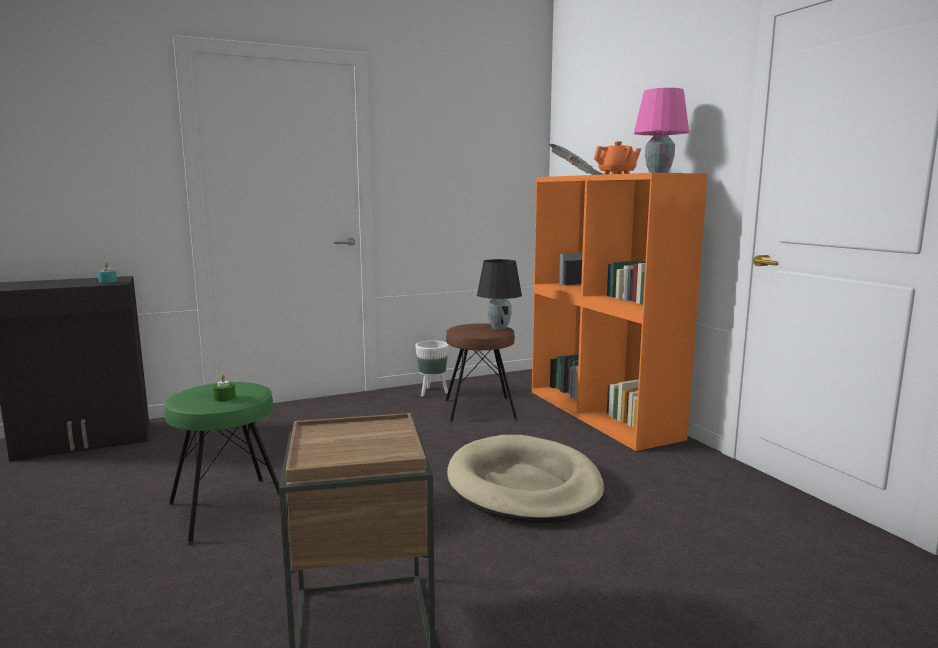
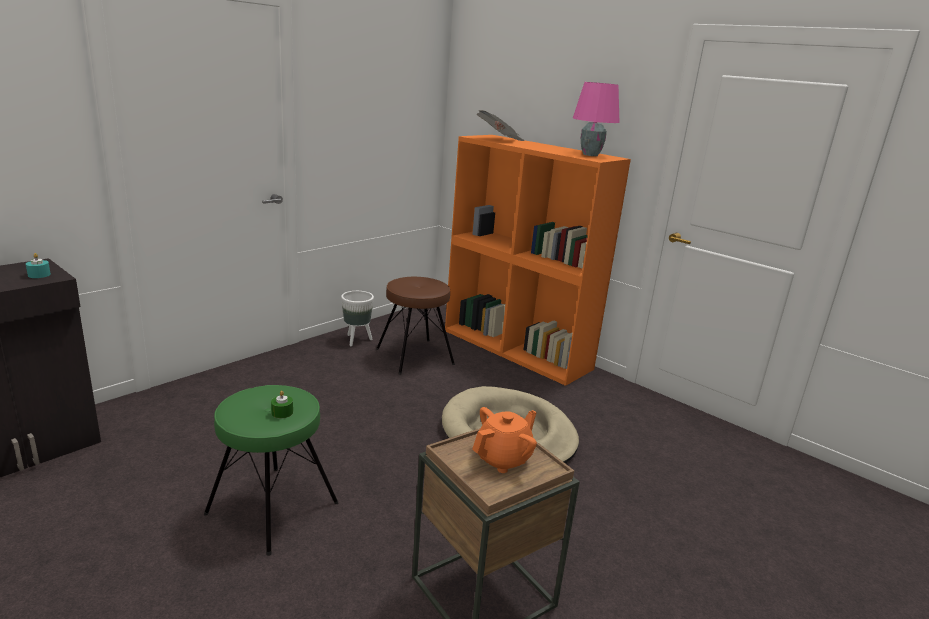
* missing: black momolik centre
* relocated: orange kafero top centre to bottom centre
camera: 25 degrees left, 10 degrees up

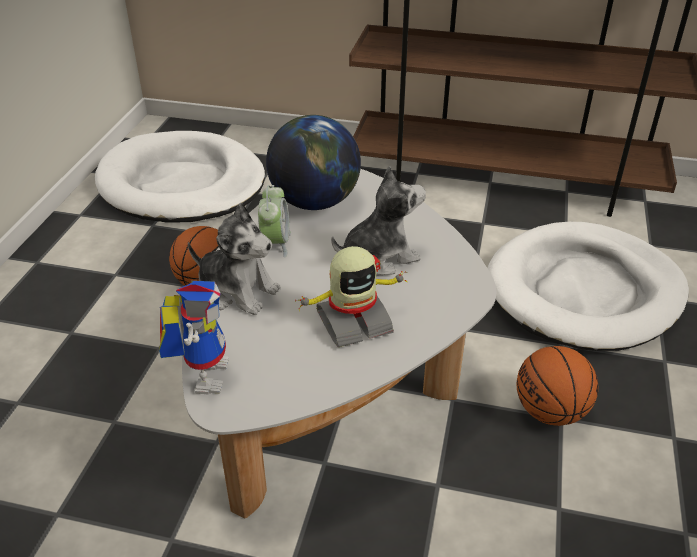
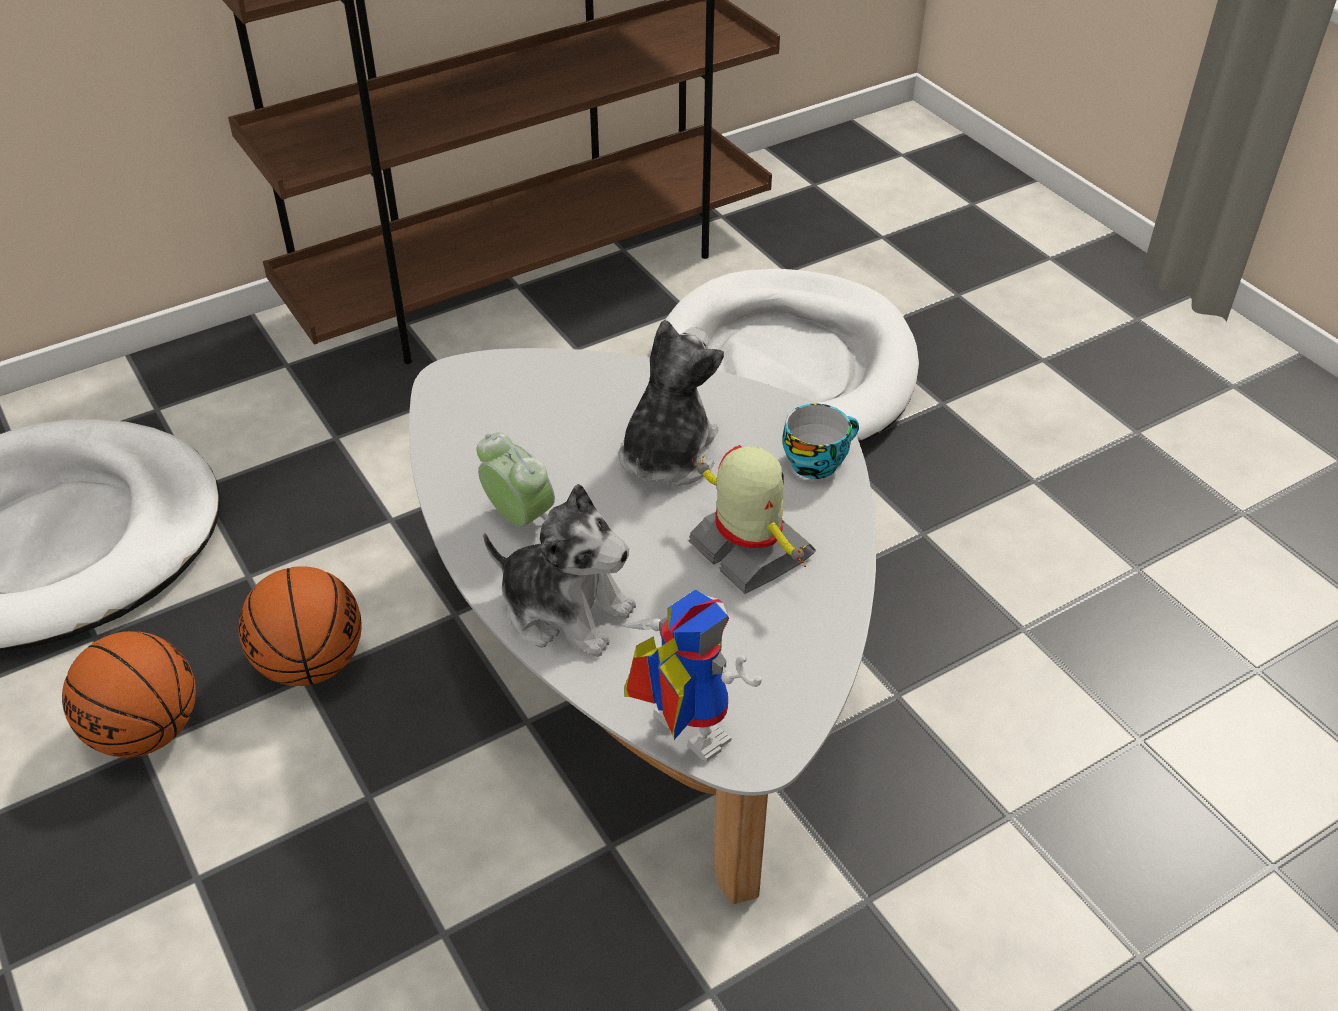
* missing: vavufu top centre
* appeared: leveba centre
* relocated: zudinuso (no. 2 from left in the first image) bottom right to zudinuso (no. 1 from left) bottom left
* spun: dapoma (no. 1 from left) centre = centre 45 degrees clockwise
* spun: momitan (no. 2 from left) centre = centre 60 degrees counterclockwise
camera: 45 degrees left, 5 degrees up

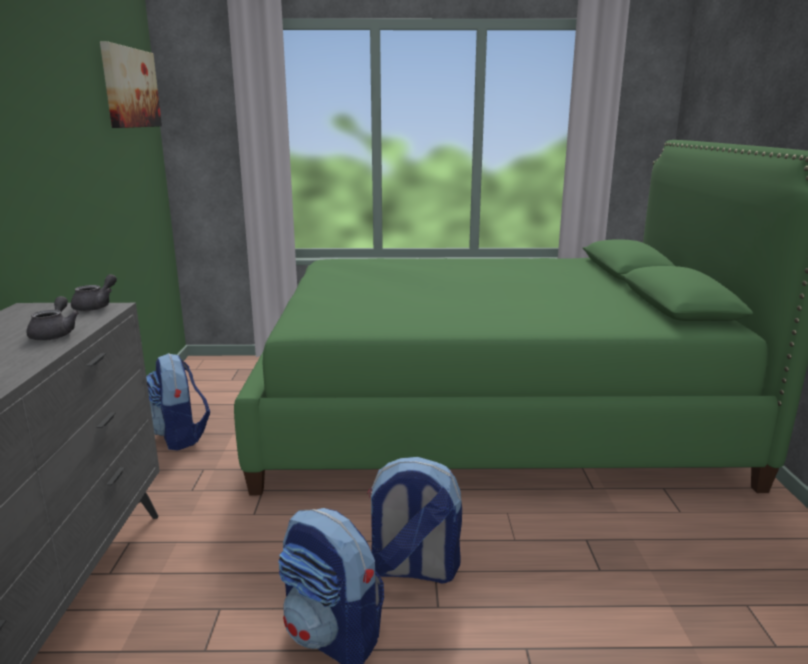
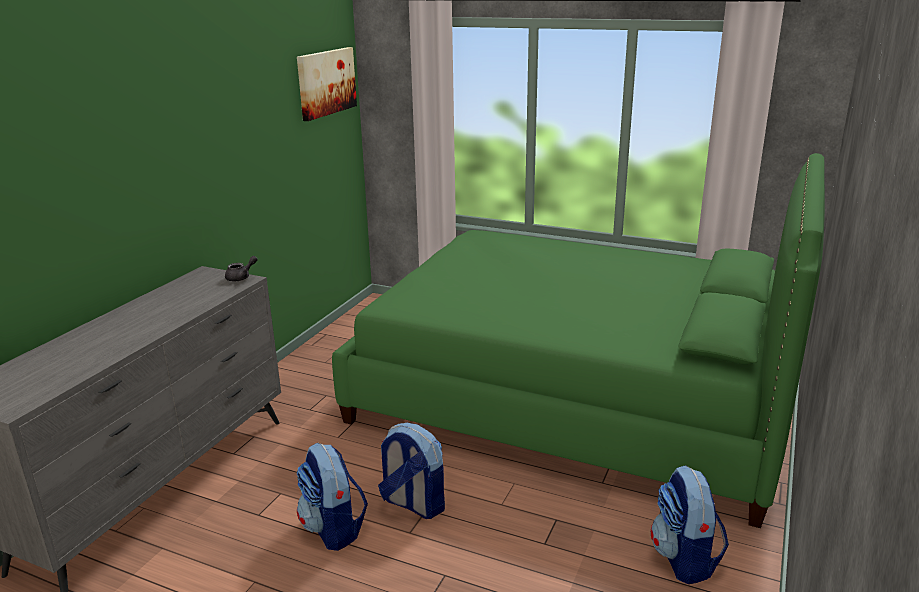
* missing: grey kafero (no. 1 from left) middle left
* relocated: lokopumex (no. 1 from left in the first image) middle left to lokopumex (no. 3 from left) bottom right
camera: 25 degrees right, 5 degrees up

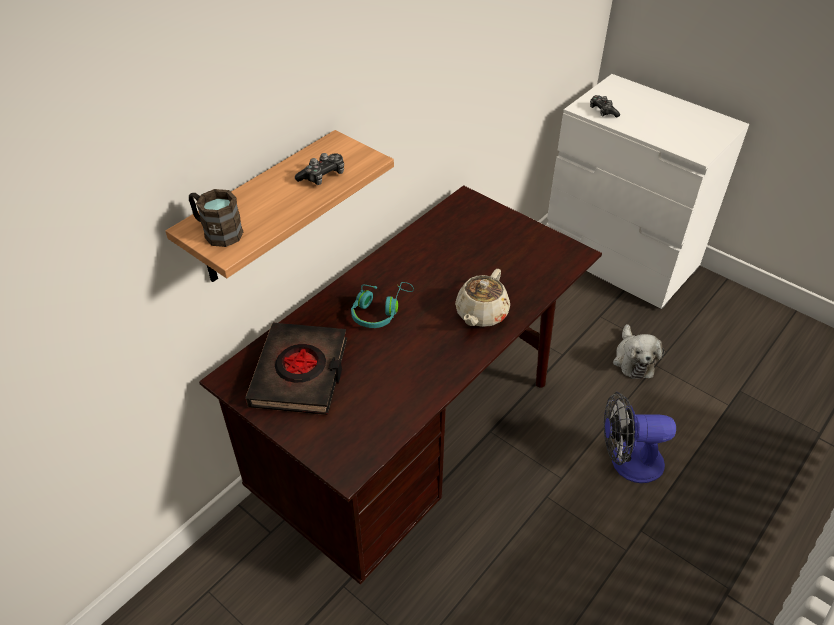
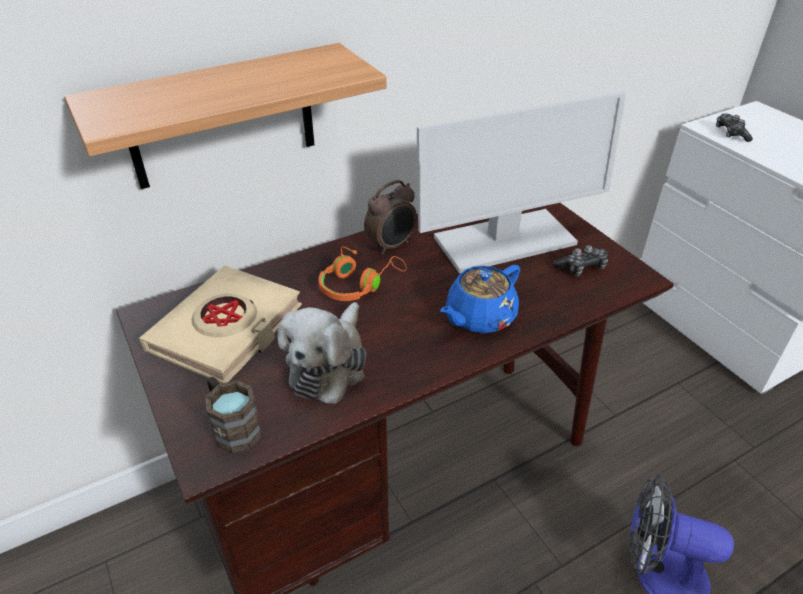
* appeared: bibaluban centre
* appeared: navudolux top centre
* relocated: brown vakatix middle left to bottom left
* relocated: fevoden (no. 1 from left) top centre to middle right
* relocated: dapoma middle right to centre
* colour: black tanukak centre to beige tanukak middle left
* colour: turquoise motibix centre to orange motibix centre
* colour: beige kafero centre to blue kafero centre
camera: 20 degrees right, 5 degrees down

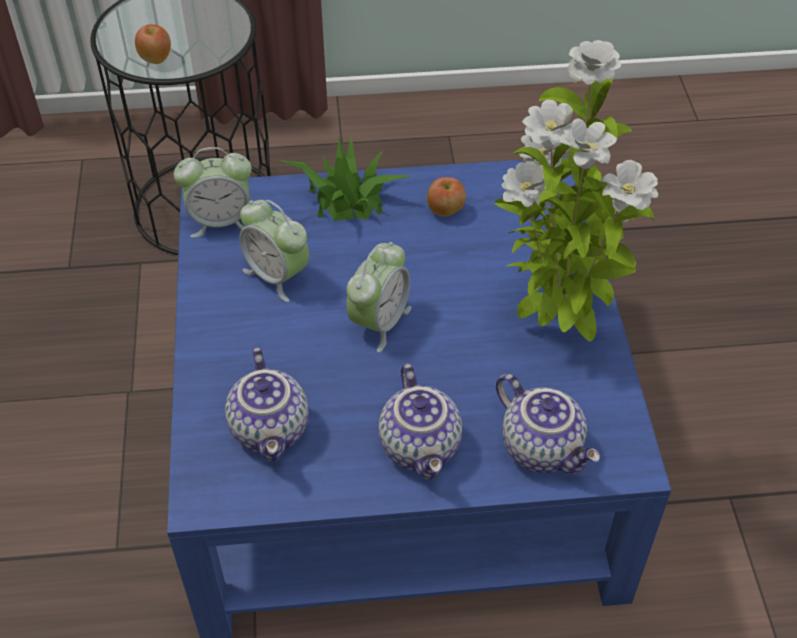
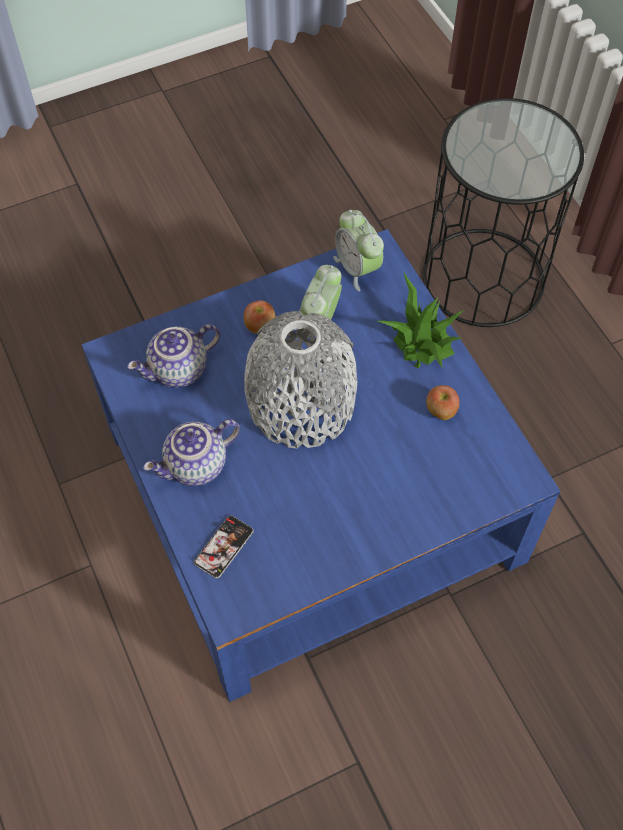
* missing: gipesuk (no. 2 from left) top right
* relocated: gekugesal (no. 1 from left) top left to centre
* exchanged: bibaluban (no. 3 from left) centre to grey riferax centre
* exchanged: kafero (no. 3 from left) middle right to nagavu centre
camera: 70 degrees right, 10 degrees up

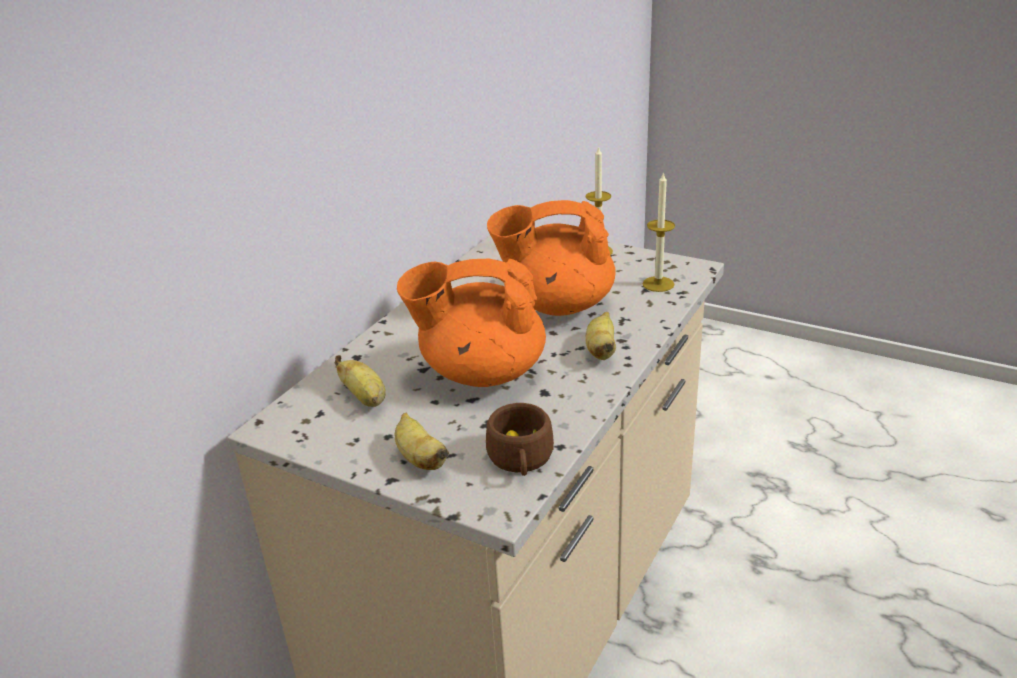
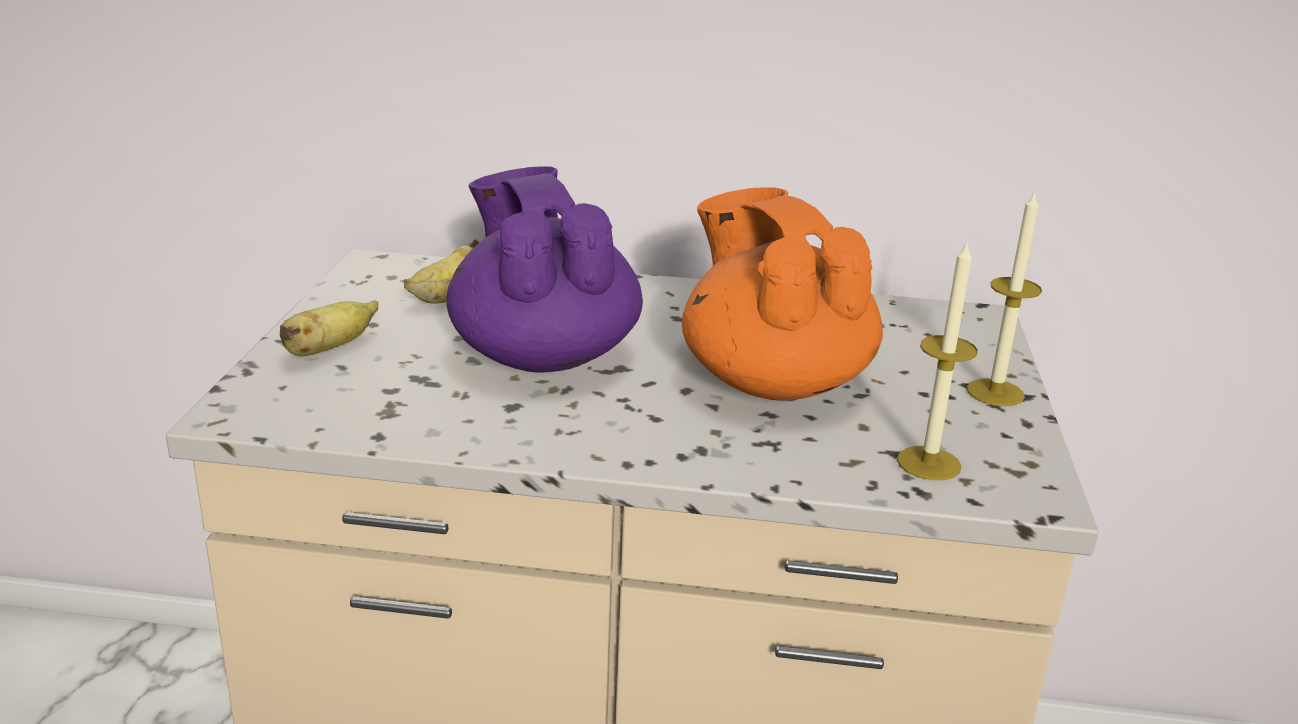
* missing: brown leveba centre
* missing: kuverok (no. 3 from left) centre
* colour: orange kafero (no. 1 from left) centre to purple kafero centre
camera: 65 degrees right, 5 degrees down

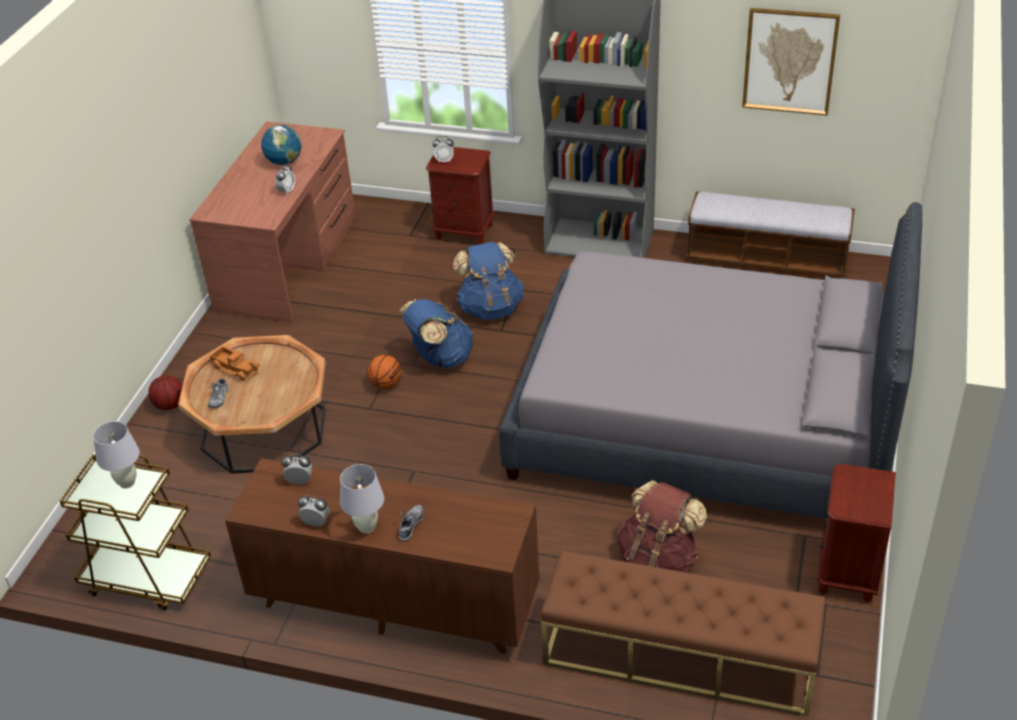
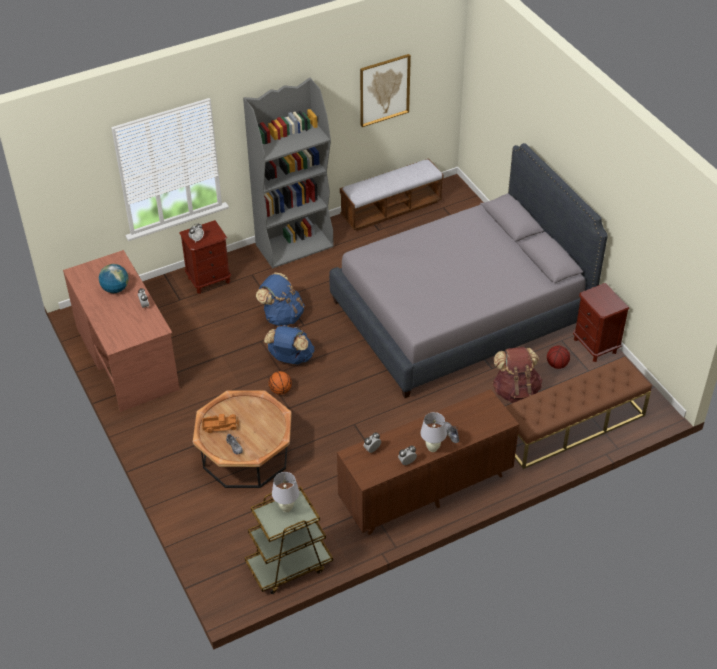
* relocated: zudinuso (no. 1 from left in the first image) middle left to zudinuso (no. 2 from left) middle right
camera: 45 degrees left, 5 degrees up

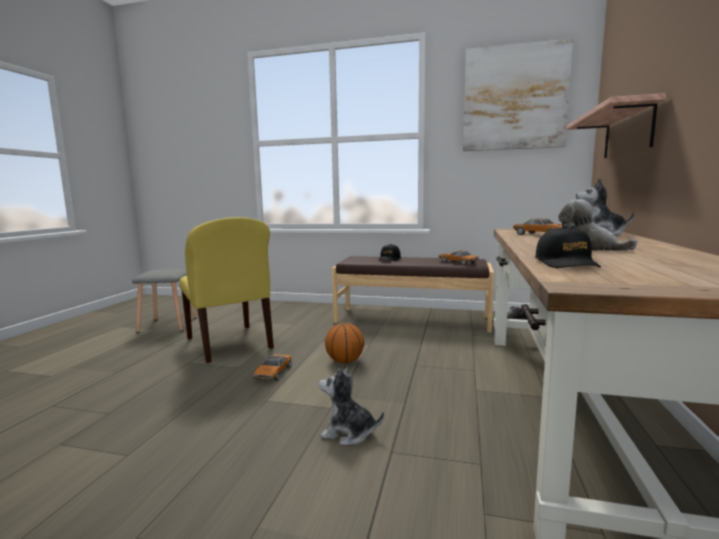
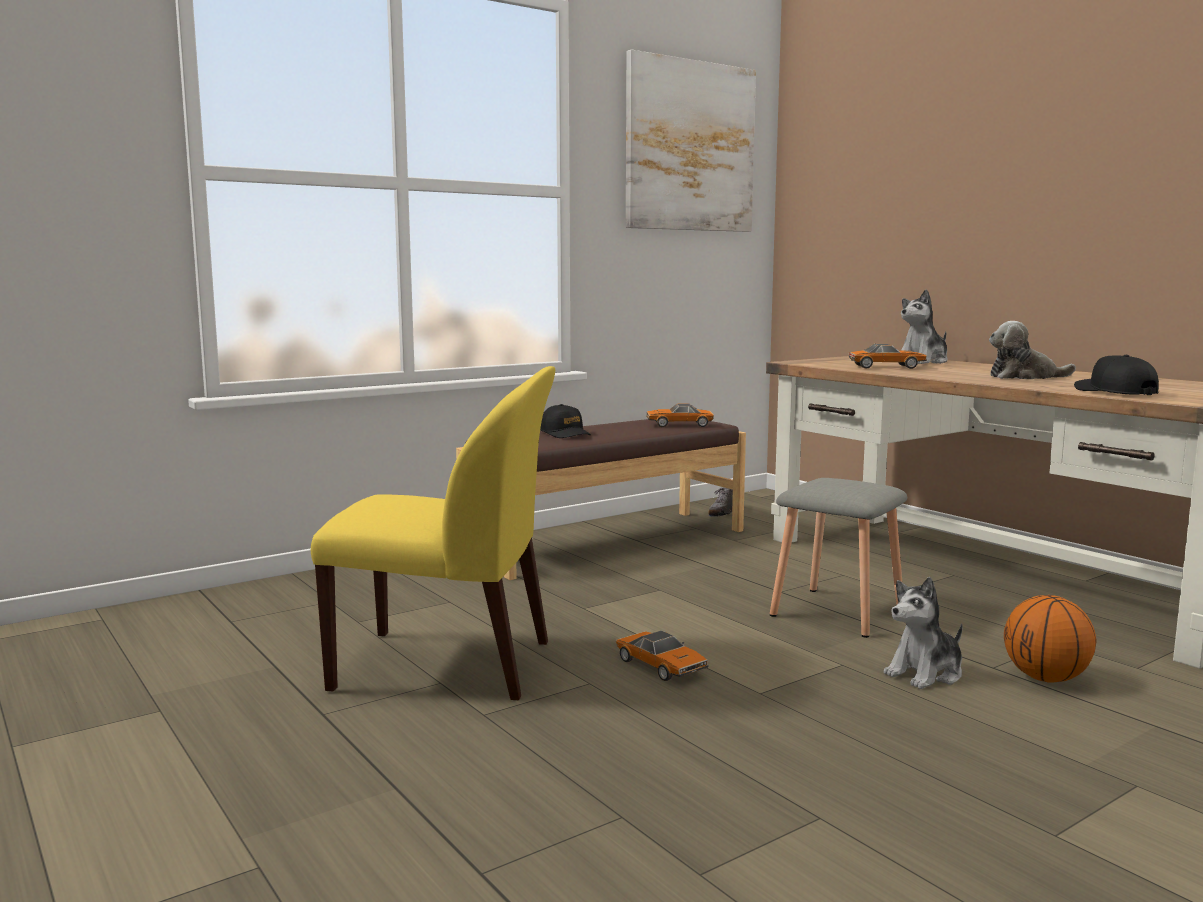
* missing: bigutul top right
* relocated: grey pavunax middle left to middle right
* relocated: zudinuso centre to bottom right
* spun: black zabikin (no. 2 from left) middle right = middle right 150 degrees counterclockwise
camera: 50 degrees left, 0 degrees up

